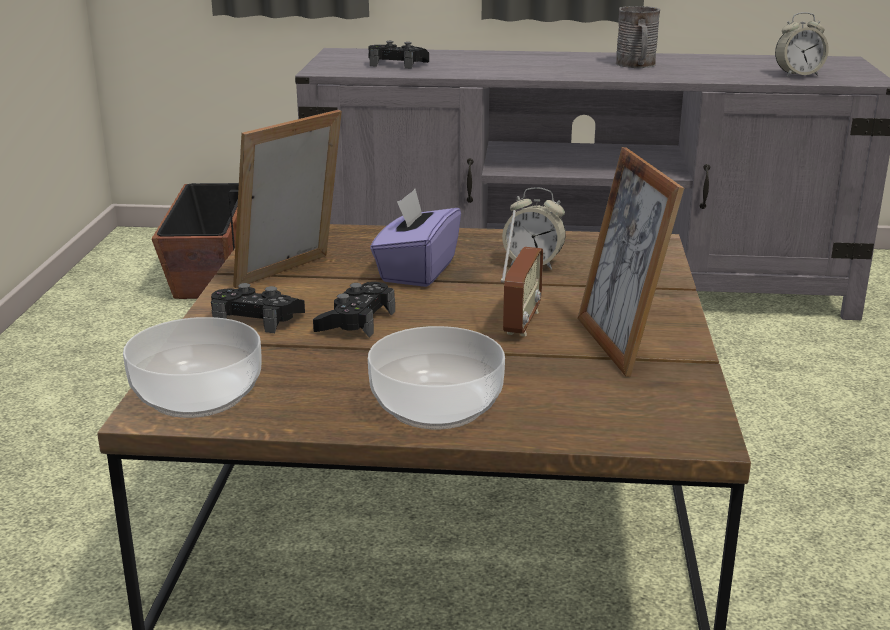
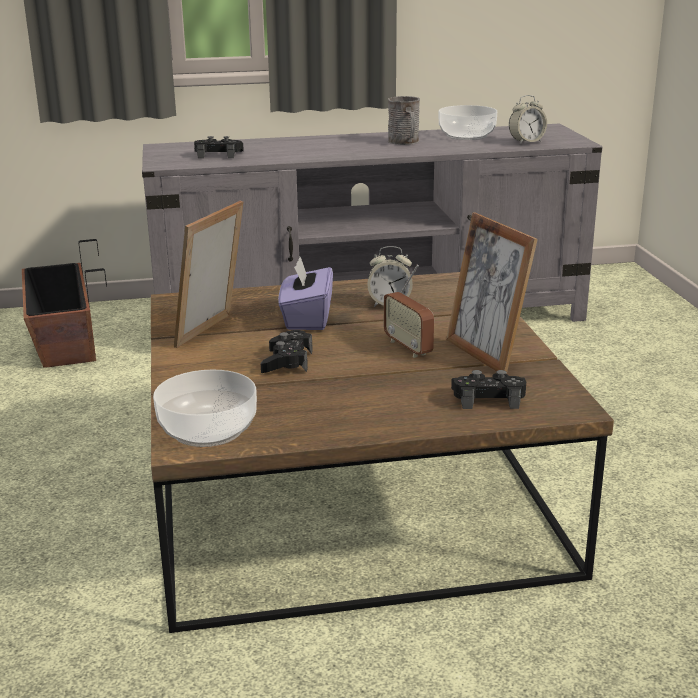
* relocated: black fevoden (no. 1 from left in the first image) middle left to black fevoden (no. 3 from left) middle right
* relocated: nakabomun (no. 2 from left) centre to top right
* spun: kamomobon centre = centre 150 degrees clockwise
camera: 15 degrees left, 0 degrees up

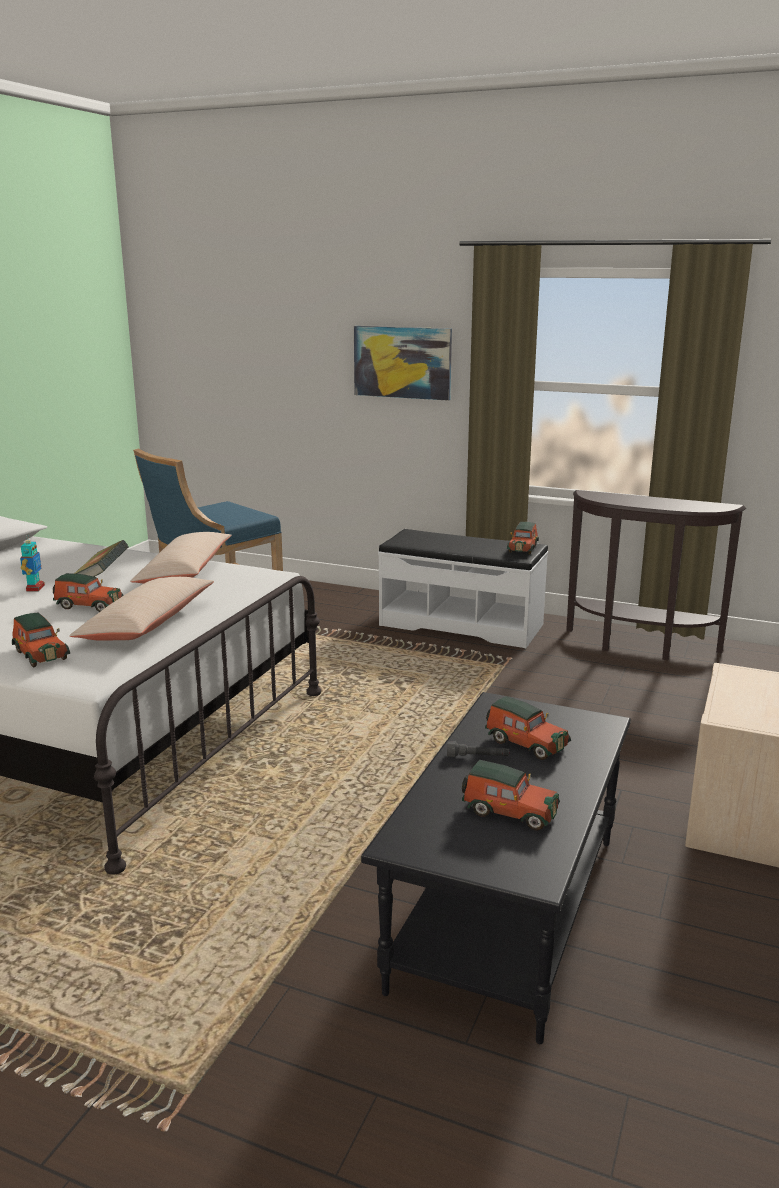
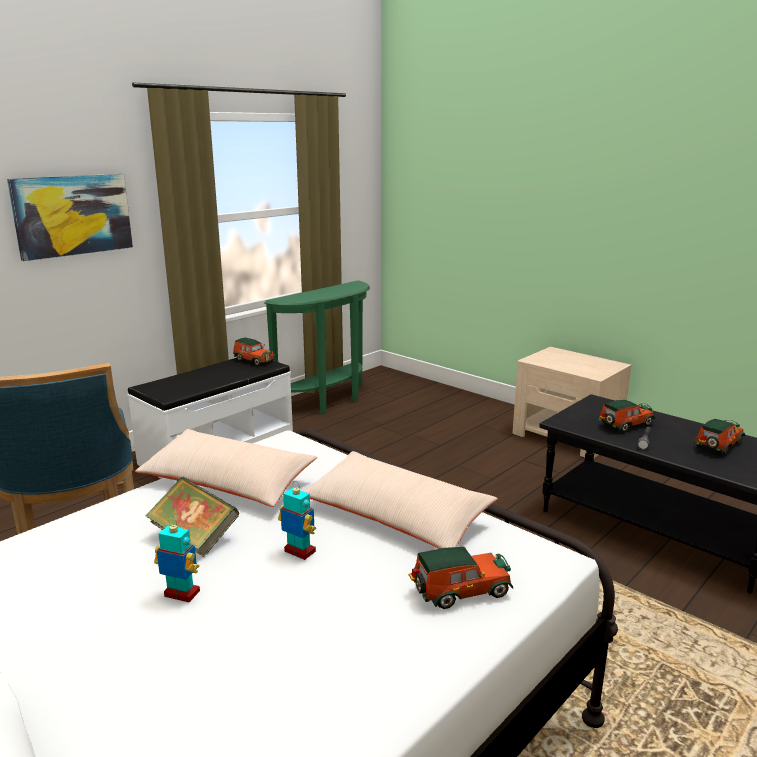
* exchanged: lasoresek (no. 2 from left) middle left to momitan (no. 2 from left) bottom centre
* colour: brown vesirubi middle right to green vesirubi centre
camera: 70 degrees left, 0 degrees up

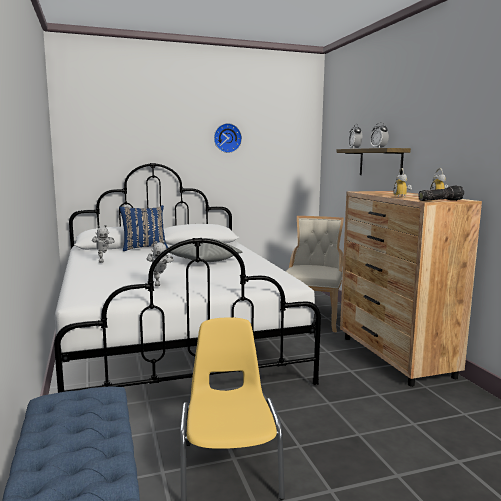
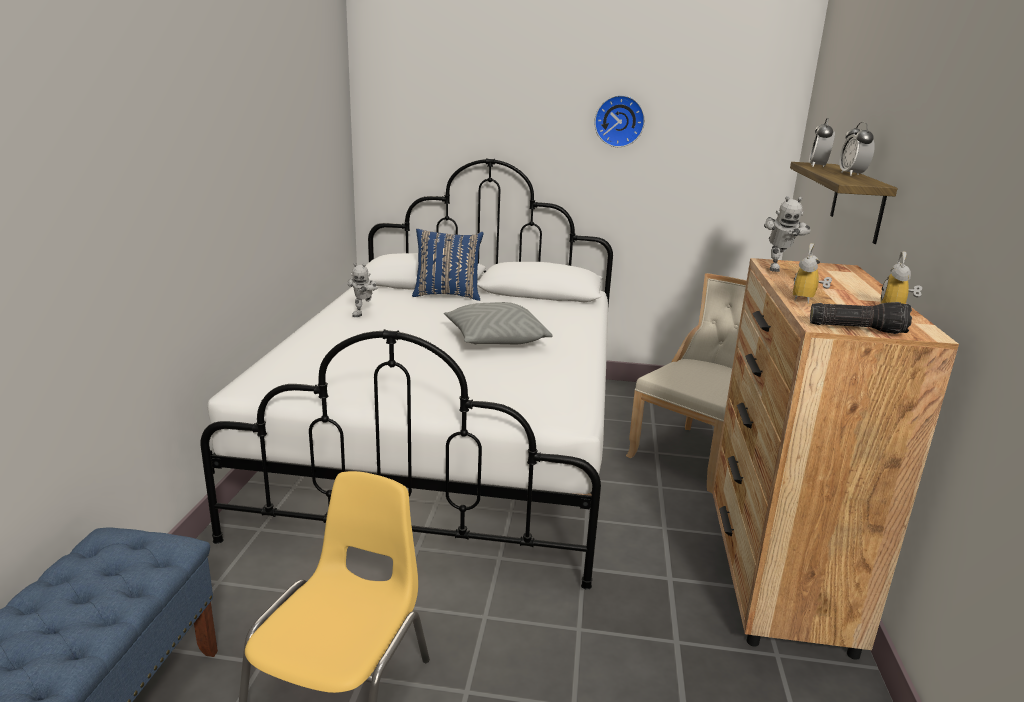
* relocated: momitan (no. 2 from left) middle left to middle right
camera: 25 degrees right, 10 degrees up

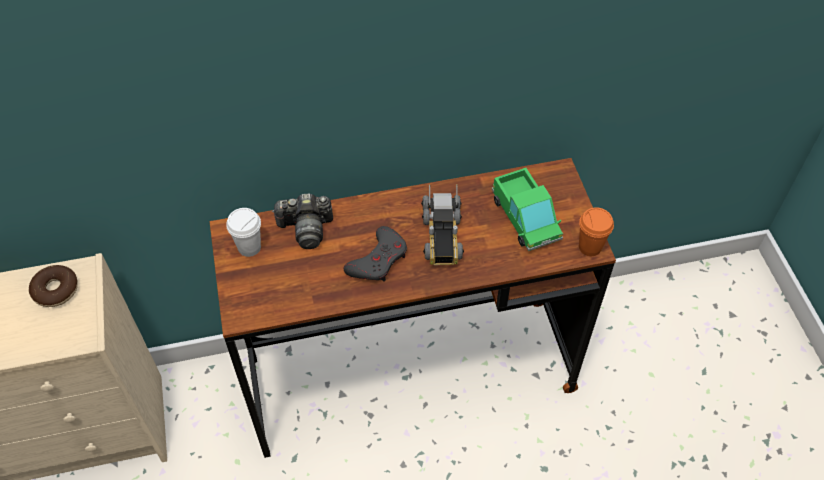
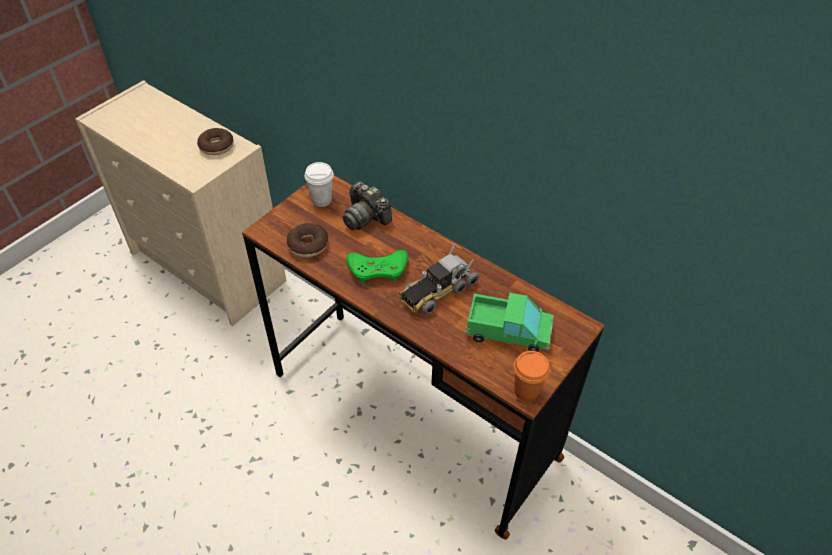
* appeared: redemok (no. 2 from left) centre
* colour: grey fevoden centre to green fevoden centre
* spun: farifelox (no. 2 from left) centre = centre 105 degrees counterclockwise
camera: 50 degrees right, 5 degrees down

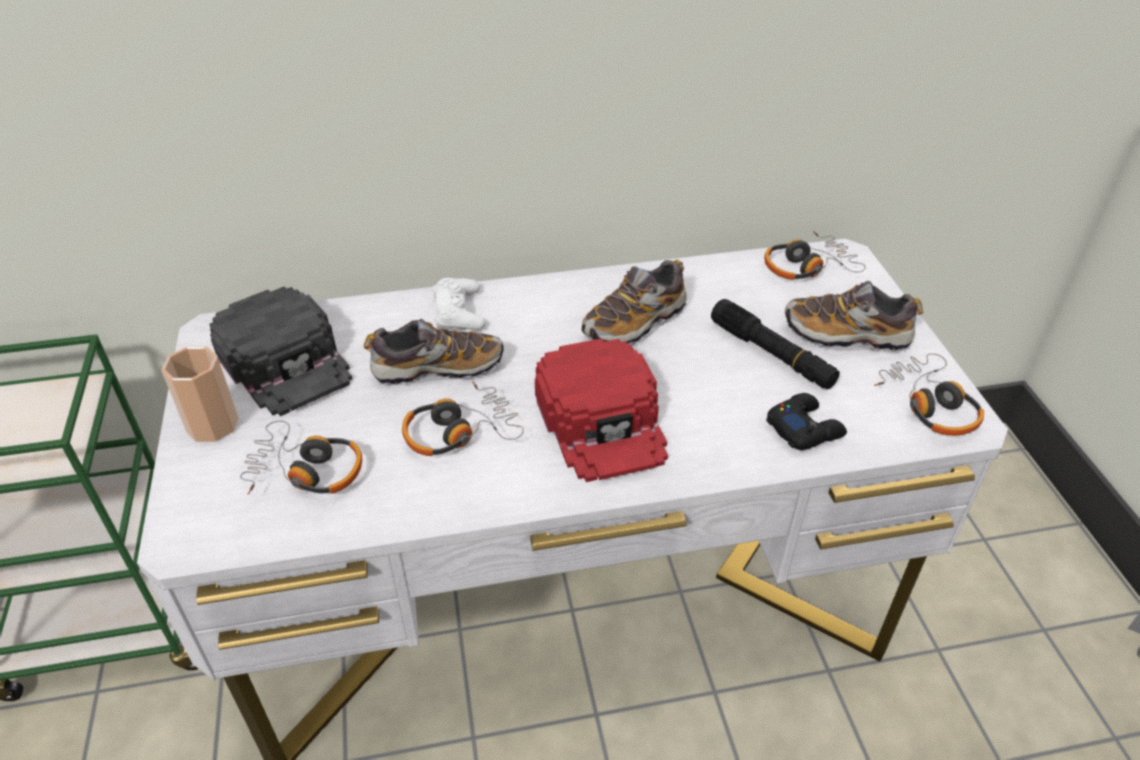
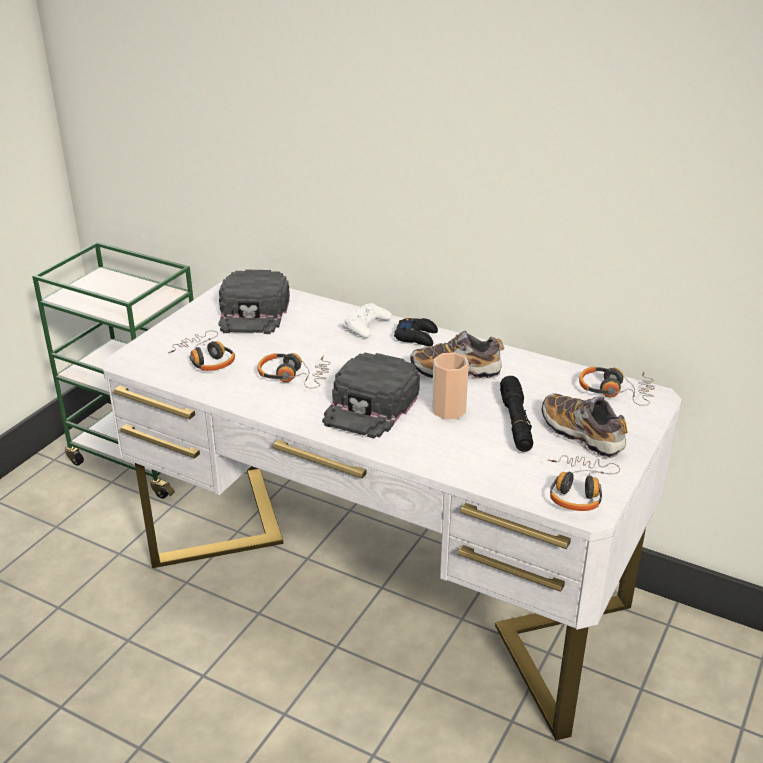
* missing: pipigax (no. 1 from left) centre
* relocated: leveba middle left to centre
* relocated: black fevoden middle right to centre
* colour: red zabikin centre to black zabikin (no. 2 from left) centre
camera: 40 degrees right, 10 degrees down

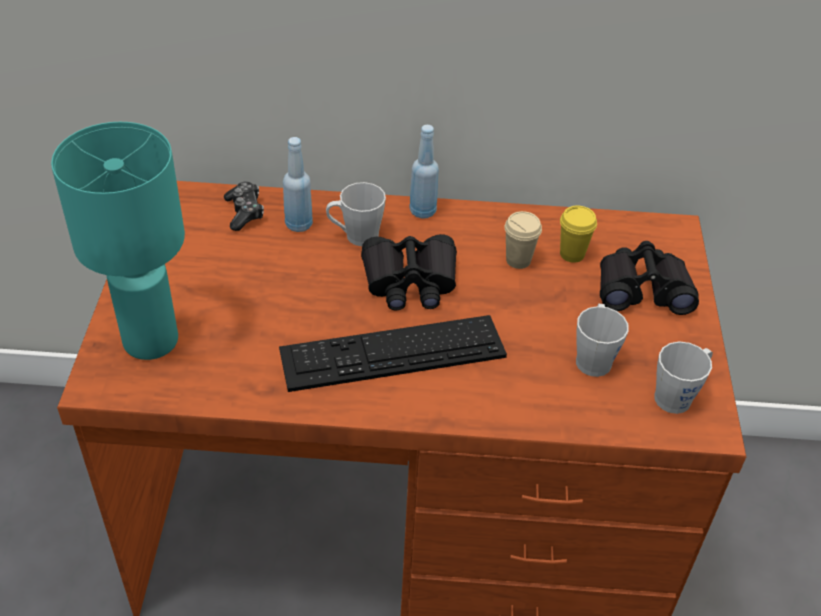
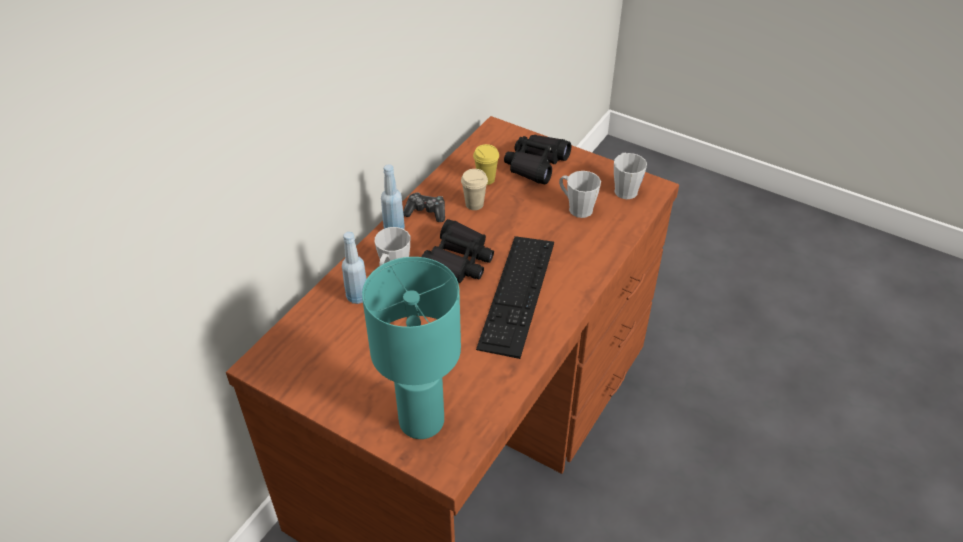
* relocated: fevoden middle left to centre
camera: 60 degrees left, 0 degrees up

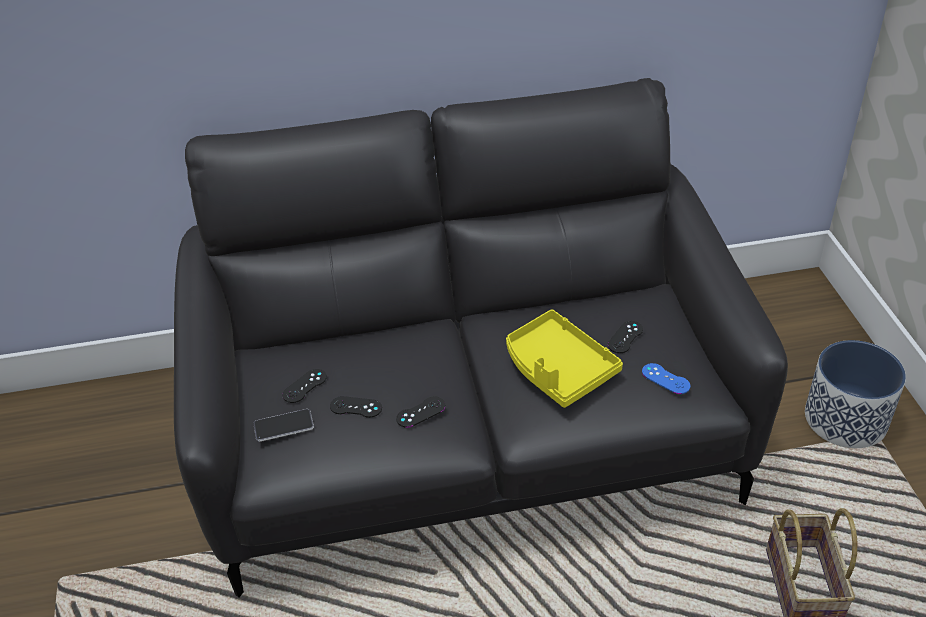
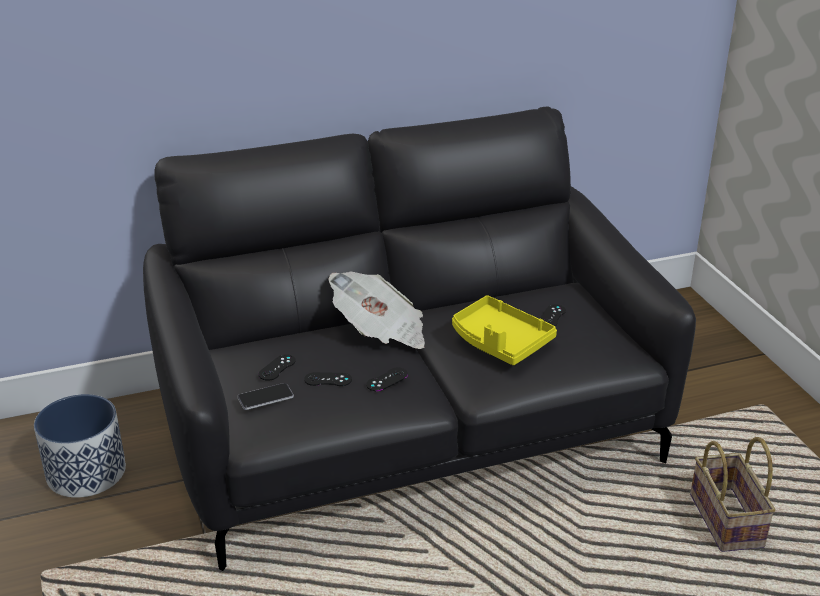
* missing: blue fevoden middle right
* appeared: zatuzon centre
* relocated: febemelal middle right to bottom left
camera: 10 degrees left, 10 degrees down

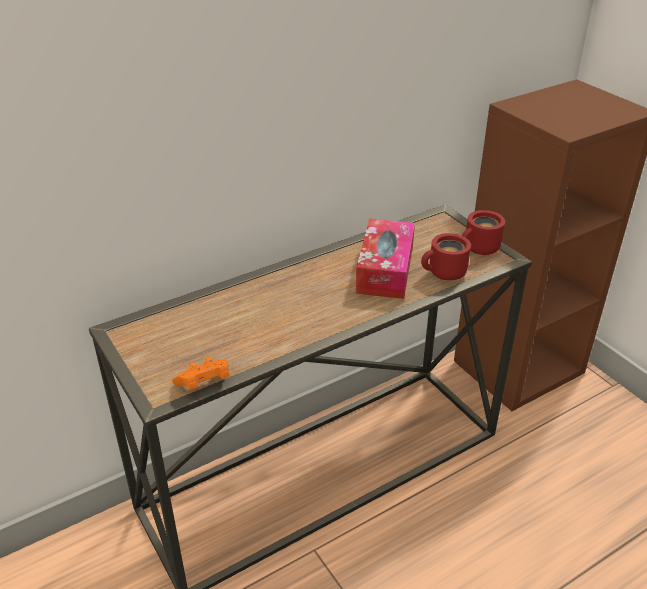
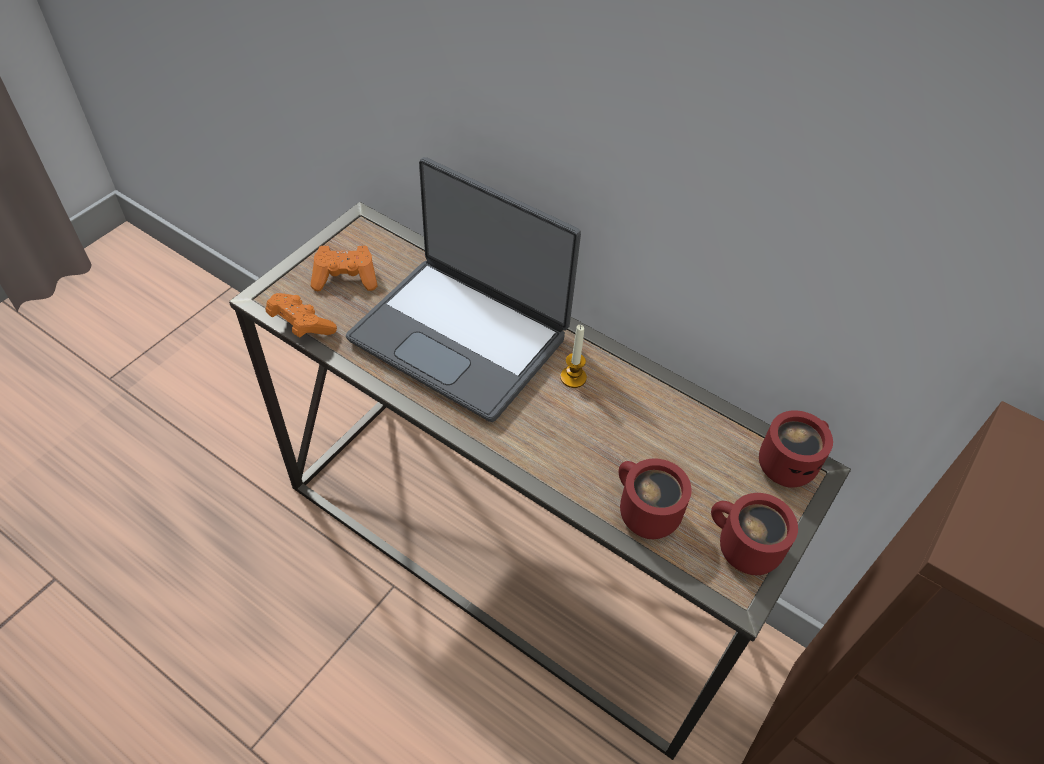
* missing: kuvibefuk centre
* appeared: orange fevoden (no. 2 from left) middle left
* appeared: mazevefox centre
* appeared: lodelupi centre
* appeared: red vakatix (no. 3 from left) middle right
camera: 65 degrees right, 15 degrees up

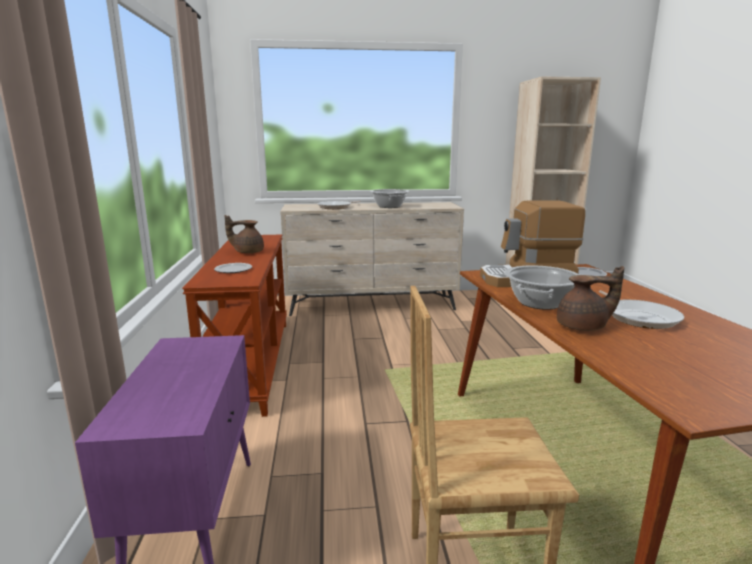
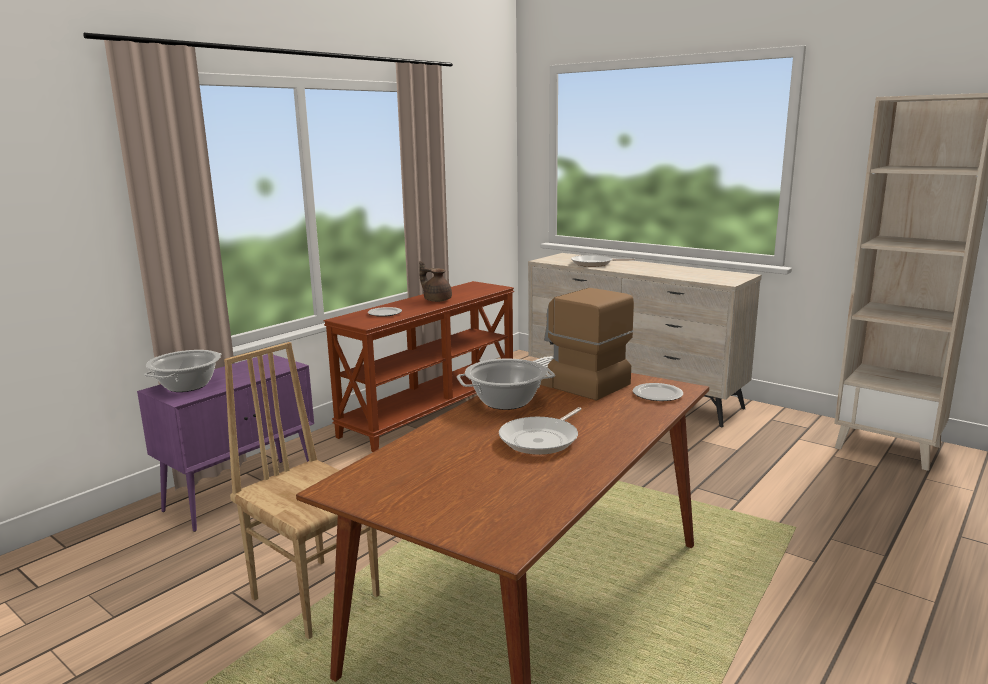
* missing: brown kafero (no. 2 from left) middle right
* relocated: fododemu (no. 1 from left) centre to middle left
camera: 45 degrees right, 0 degrees up

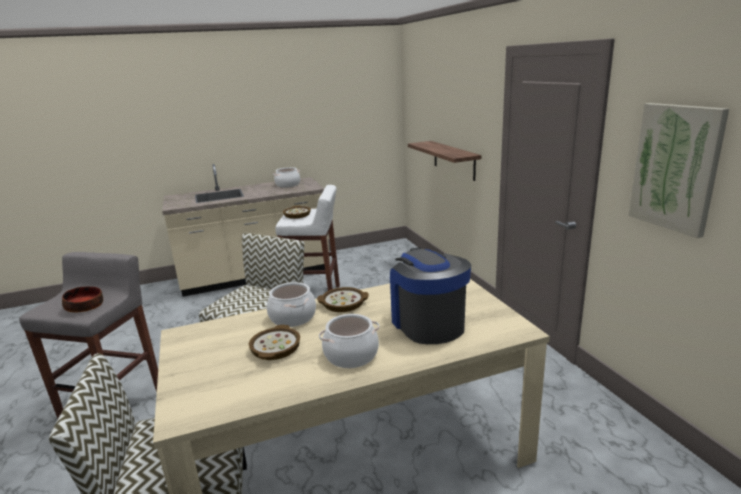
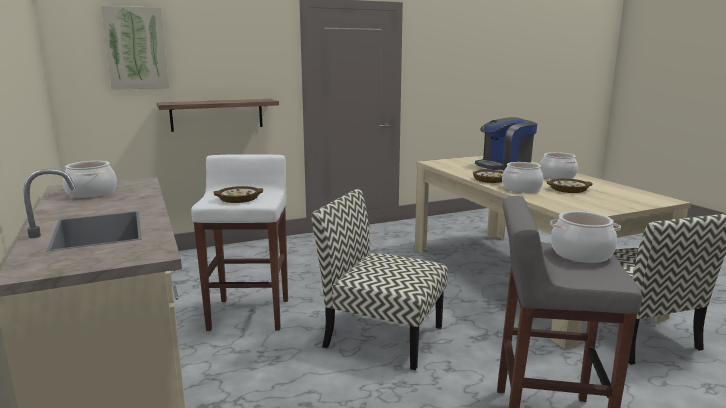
* relocated: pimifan middle right to top left
* exchanged: nakabomun (no. 1 from left) middle left to fododemu (no. 4 from left) middle right
camera: 95 degrees left, 5 degrees down

